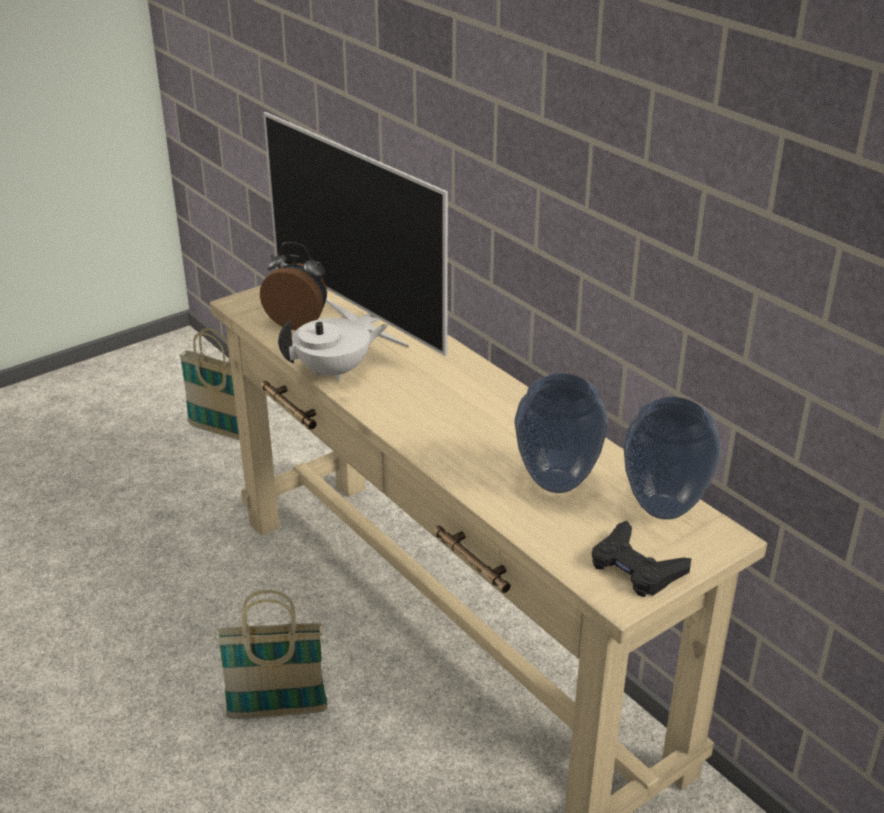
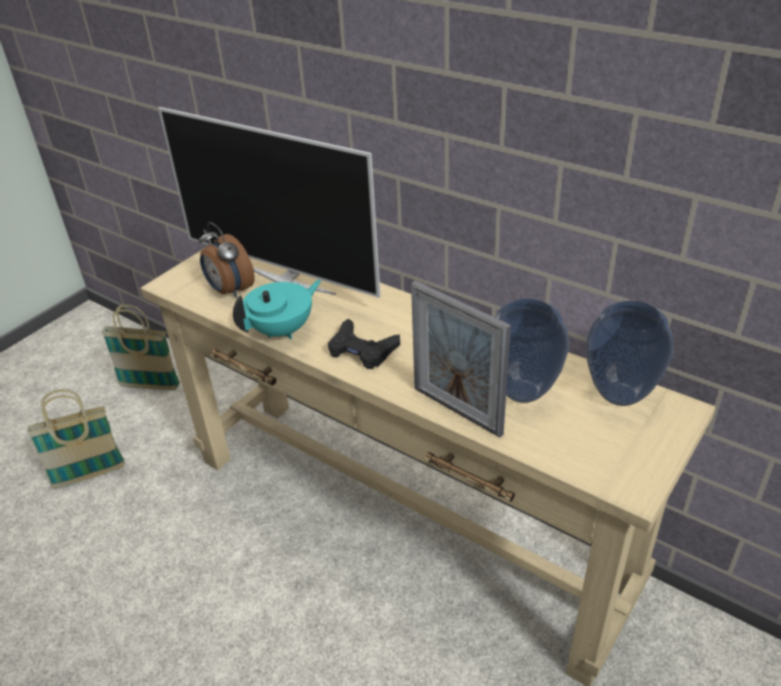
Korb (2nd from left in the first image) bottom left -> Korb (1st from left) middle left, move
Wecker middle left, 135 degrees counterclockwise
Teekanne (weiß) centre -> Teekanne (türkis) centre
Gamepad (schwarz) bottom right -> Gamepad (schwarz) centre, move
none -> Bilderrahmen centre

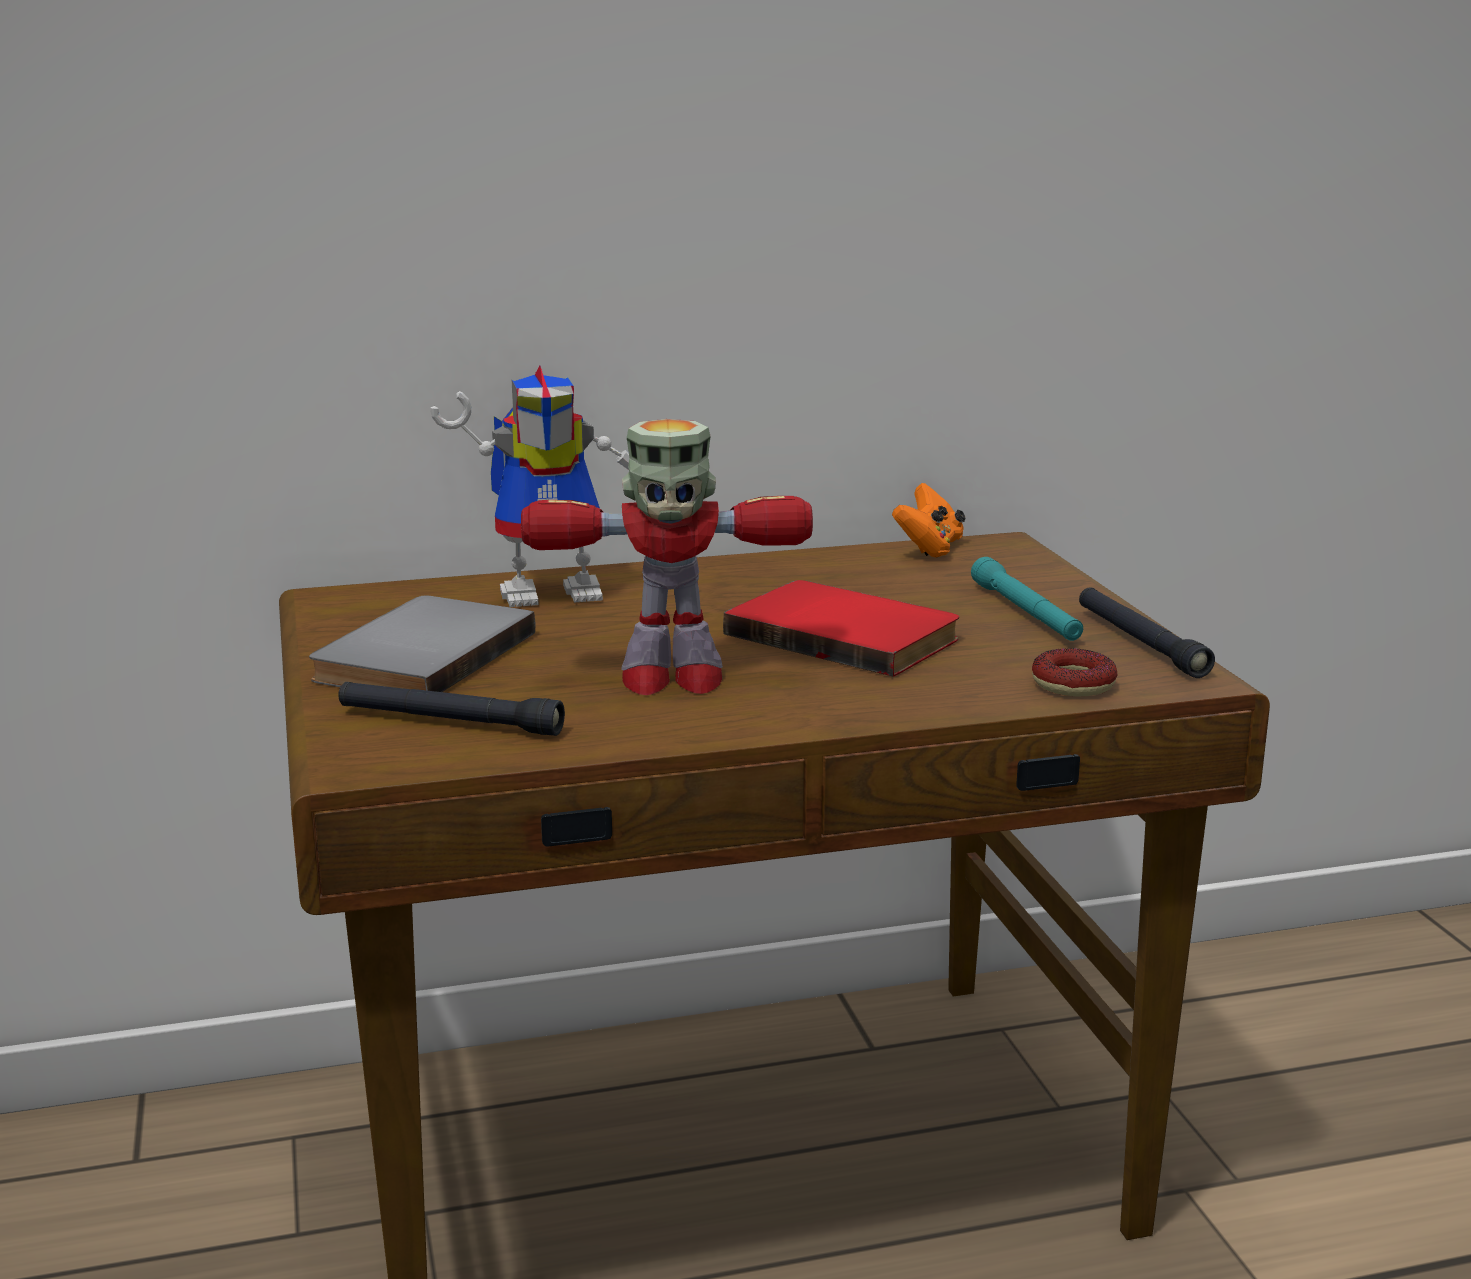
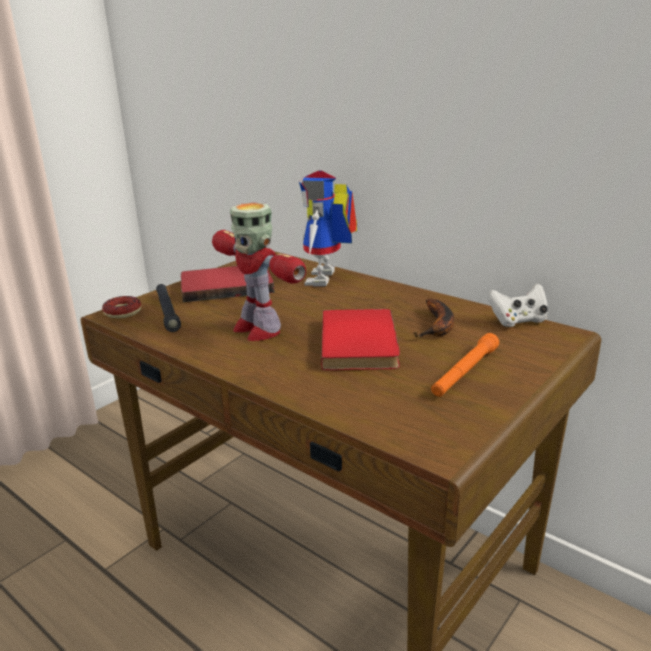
Buch (grau) middle left -> Buch (rot) (1st from left) centre
Spielzeugroboter (1st from left in the first image) centre -> Spielzeugroboter (2nd from left) centre, 60 degrees clockwise
Gamepad (orange) centre -> Gamepad (weiß) middle right
Taschenlampe (türkis) middle right -> Taschenlampe (orange) middle right
Donut middle right -> Donut middle left, move
Taschenlampe (schwarz) (2nd from left) middle right -> none
none -> Banane centre

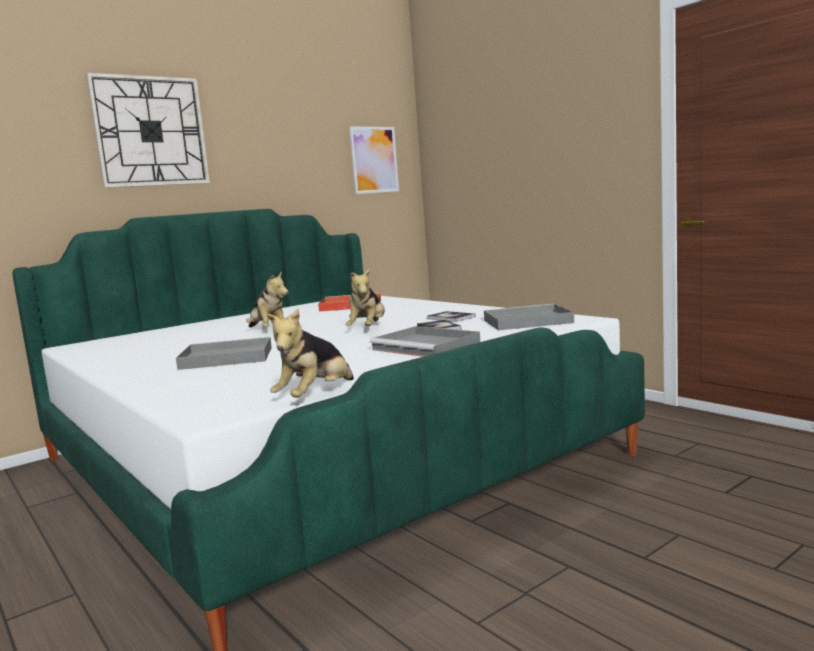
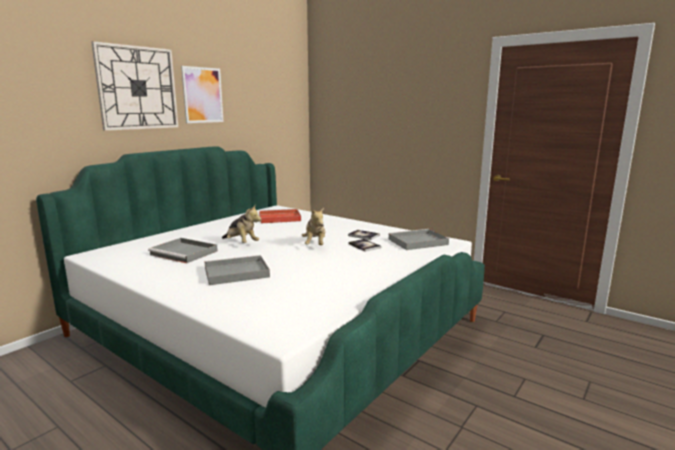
Plüschtier (2nd from left) centre -> none
Bild top centre -> Bild top left, move
Tablett (grau) (2nd from left in the first image) centre -> Tablett (grau) (1st from left) middle left, move

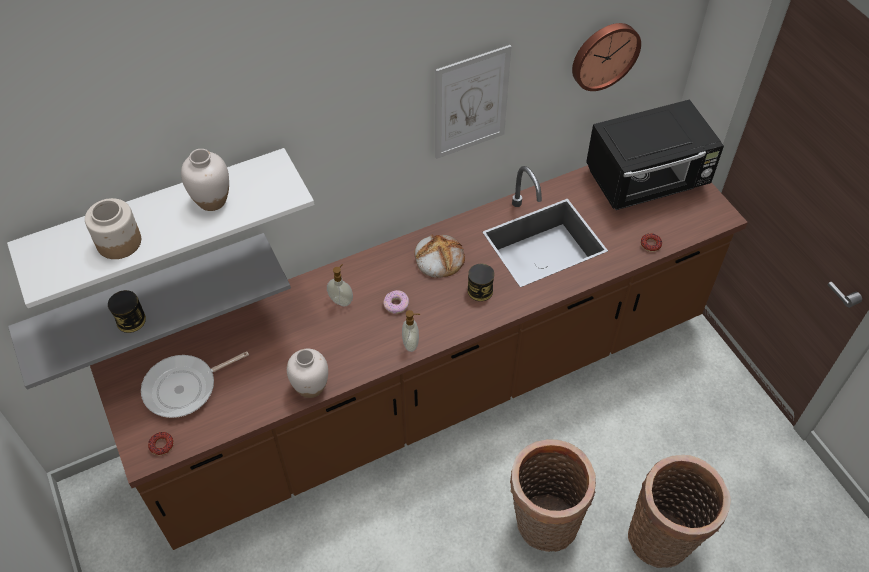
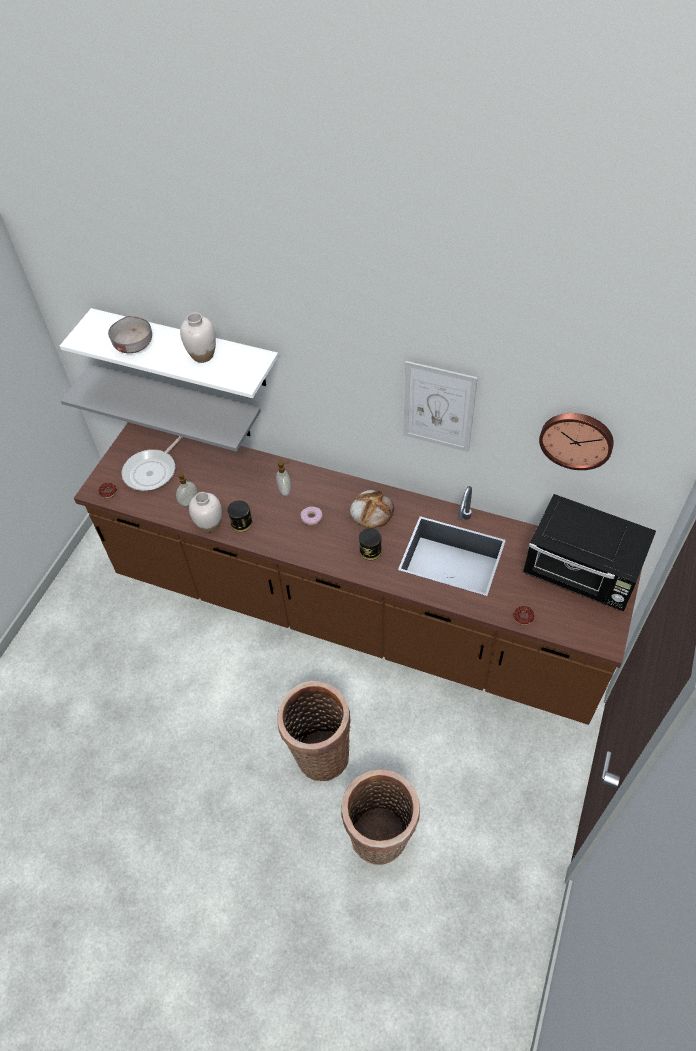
Vorratsglas middle left -> Schüssel (grau) top left
Dose (1st from left) middle left -> Dose (1st from left) centre, move
Pfanne bottom left -> Pfanne middle left, 75 degrees counterclockwise
Seifenspender (2nd from left in the first image) centre -> Seifenspender (1st from left) middle left, move

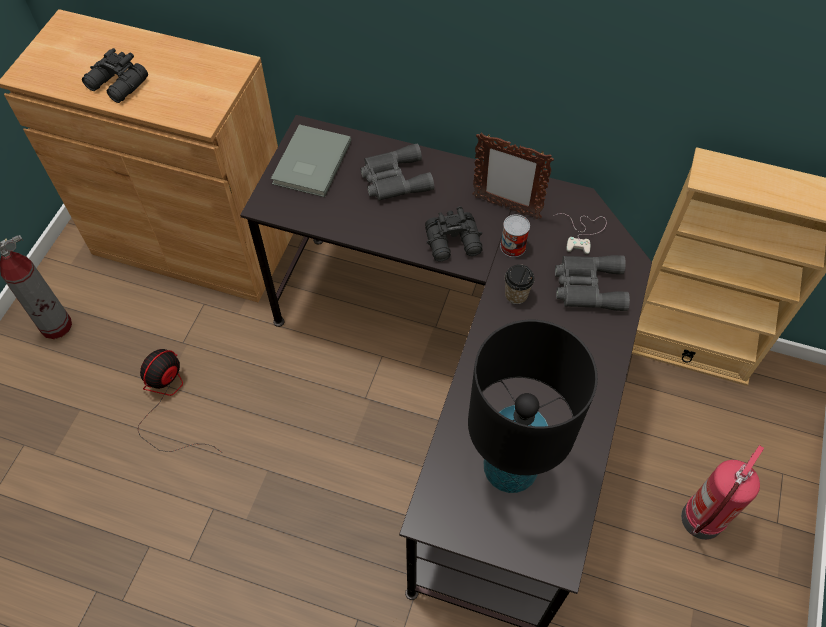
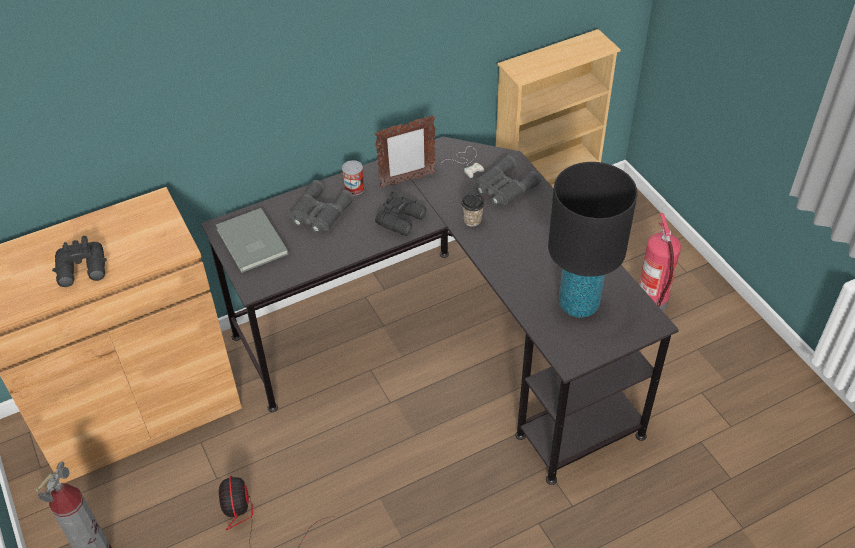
Dose centre -> Dose top centre, move

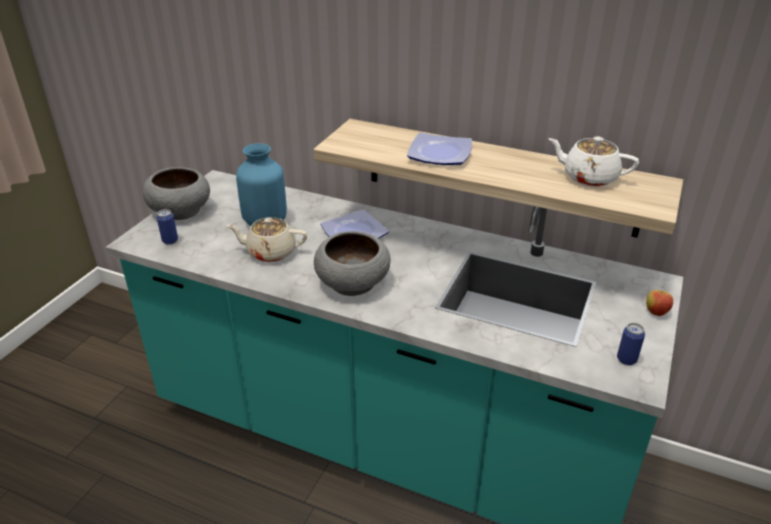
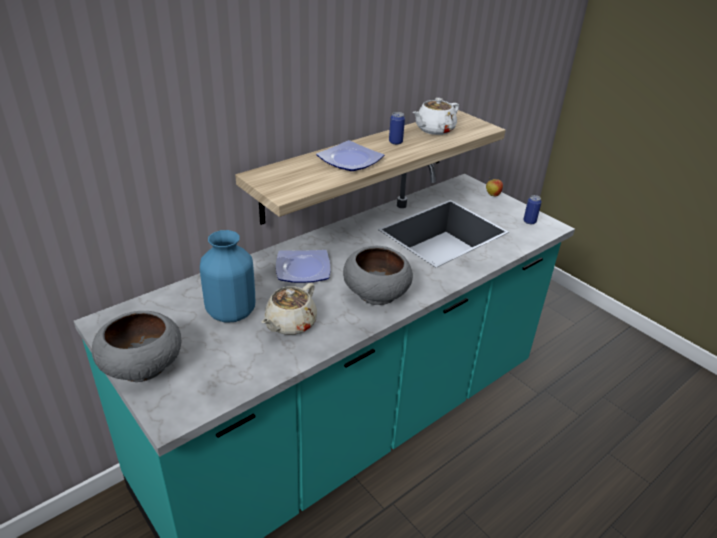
Dose (1st from left) middle left -> Dose (1st from left) top centre, move

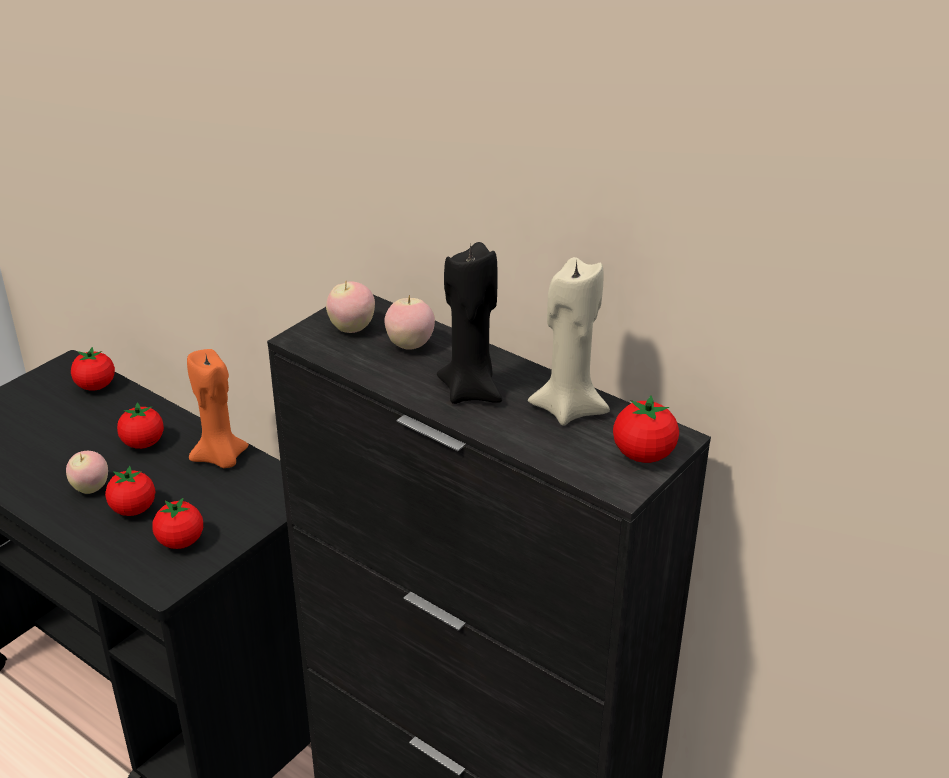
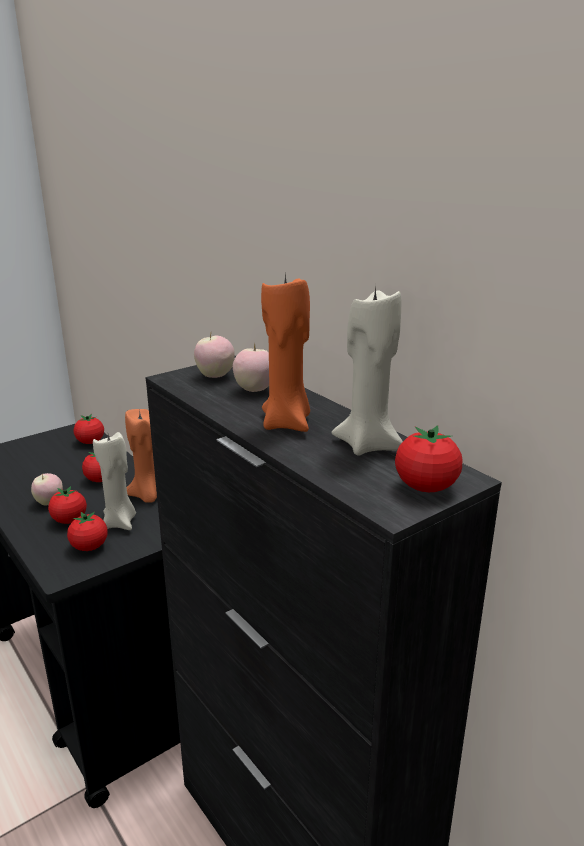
Kerze (schwarz) centre -> Kerze (orange) (2nd from left) centre
none -> Kerze (beige) (1st from left) middle left

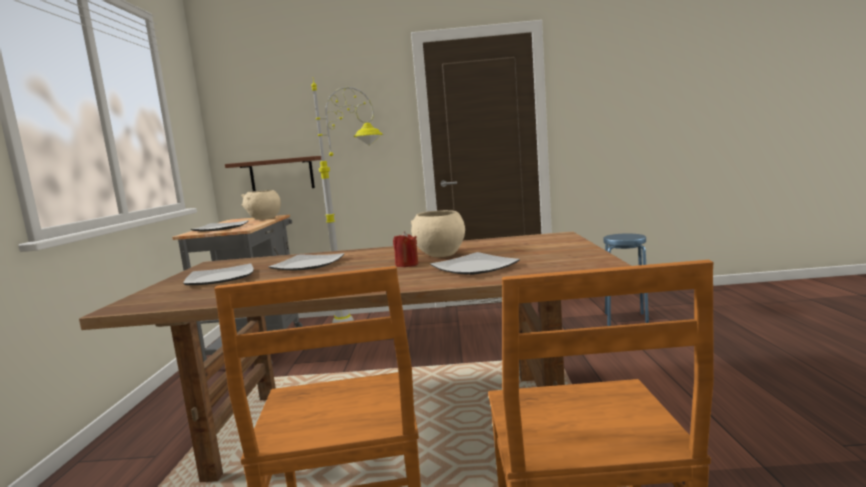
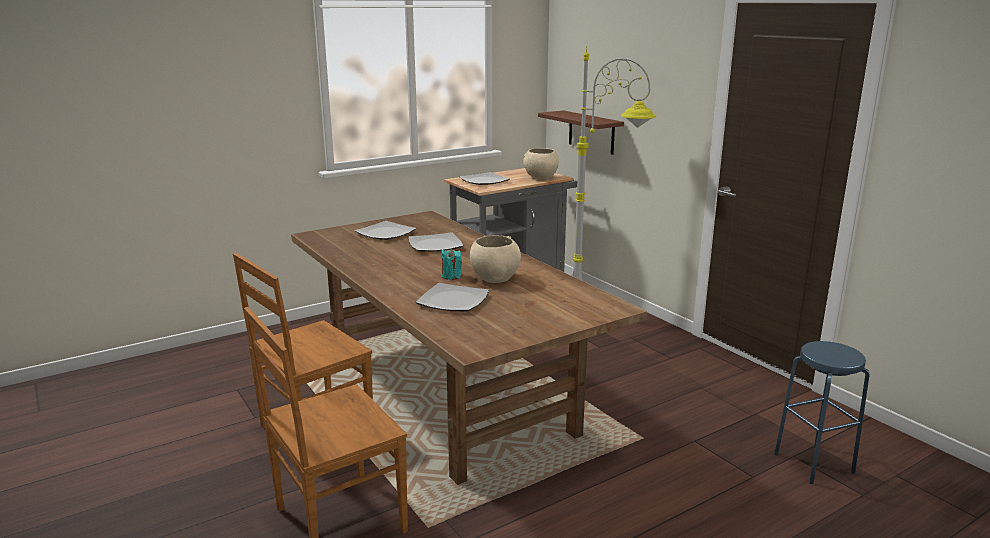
Kerze (rot) centre -> Kerze (türkis) centre

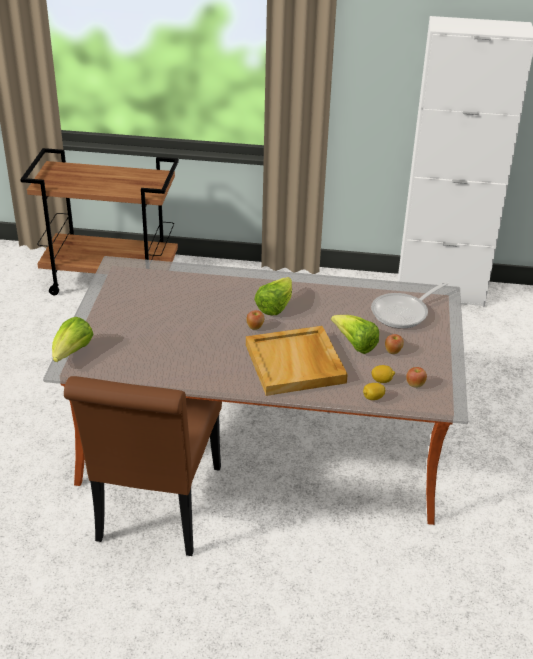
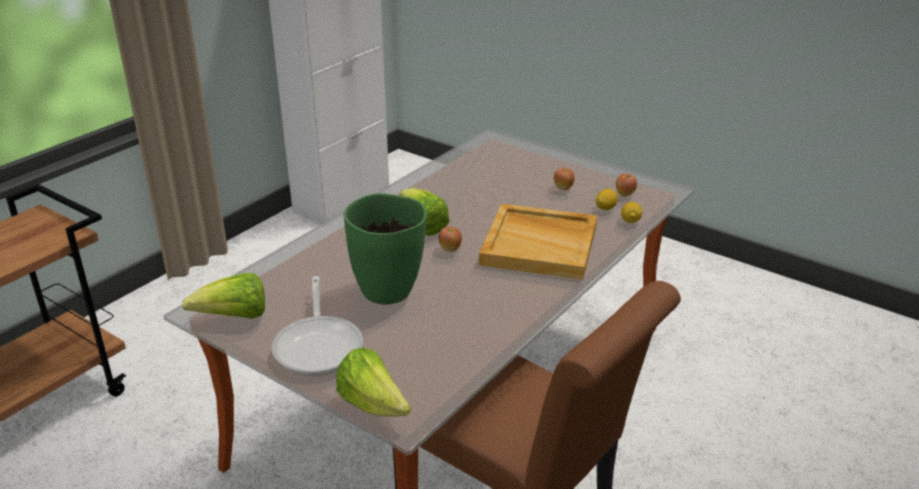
Salatkopf (3rd from left in the first image) centre -> Salatkopf (1st from left) middle left, move
Pfanne middle right -> Pfanne bottom centre, move
none -> Vase (grün) centre

